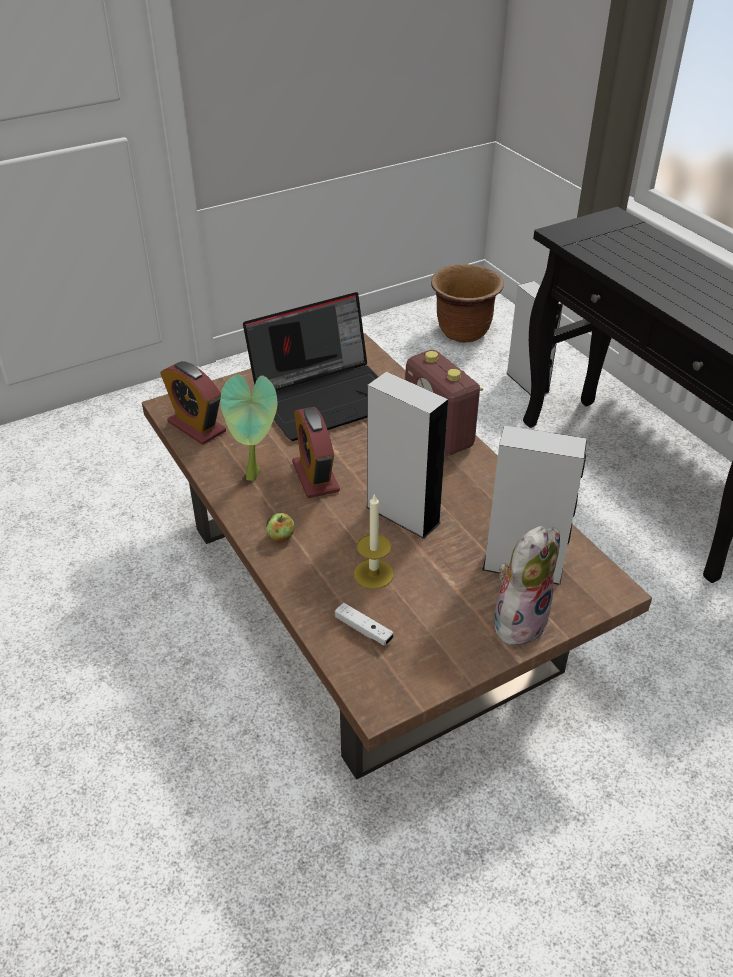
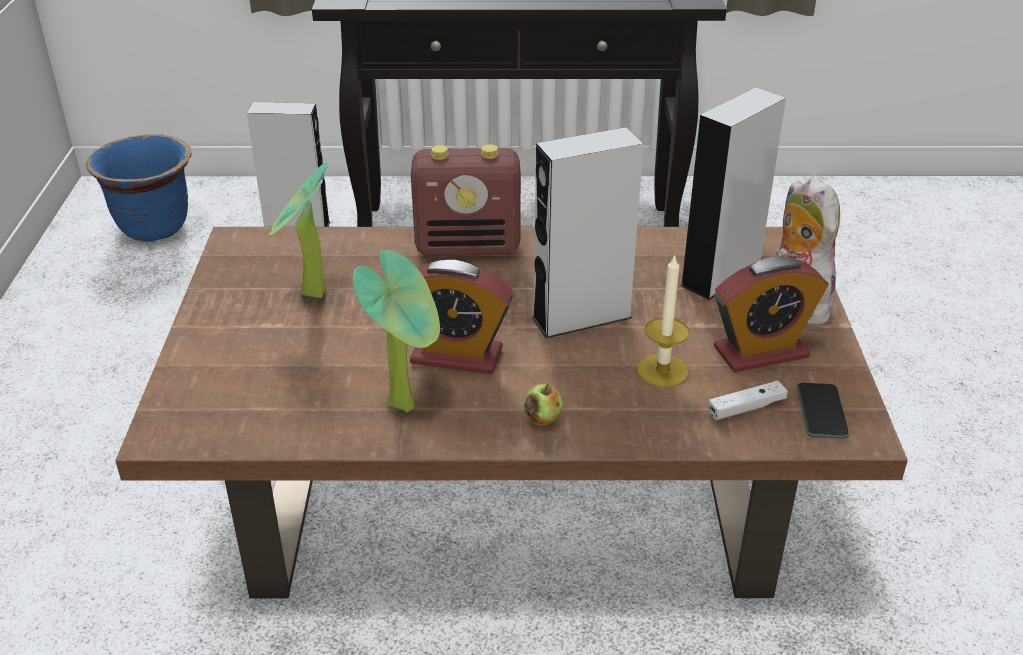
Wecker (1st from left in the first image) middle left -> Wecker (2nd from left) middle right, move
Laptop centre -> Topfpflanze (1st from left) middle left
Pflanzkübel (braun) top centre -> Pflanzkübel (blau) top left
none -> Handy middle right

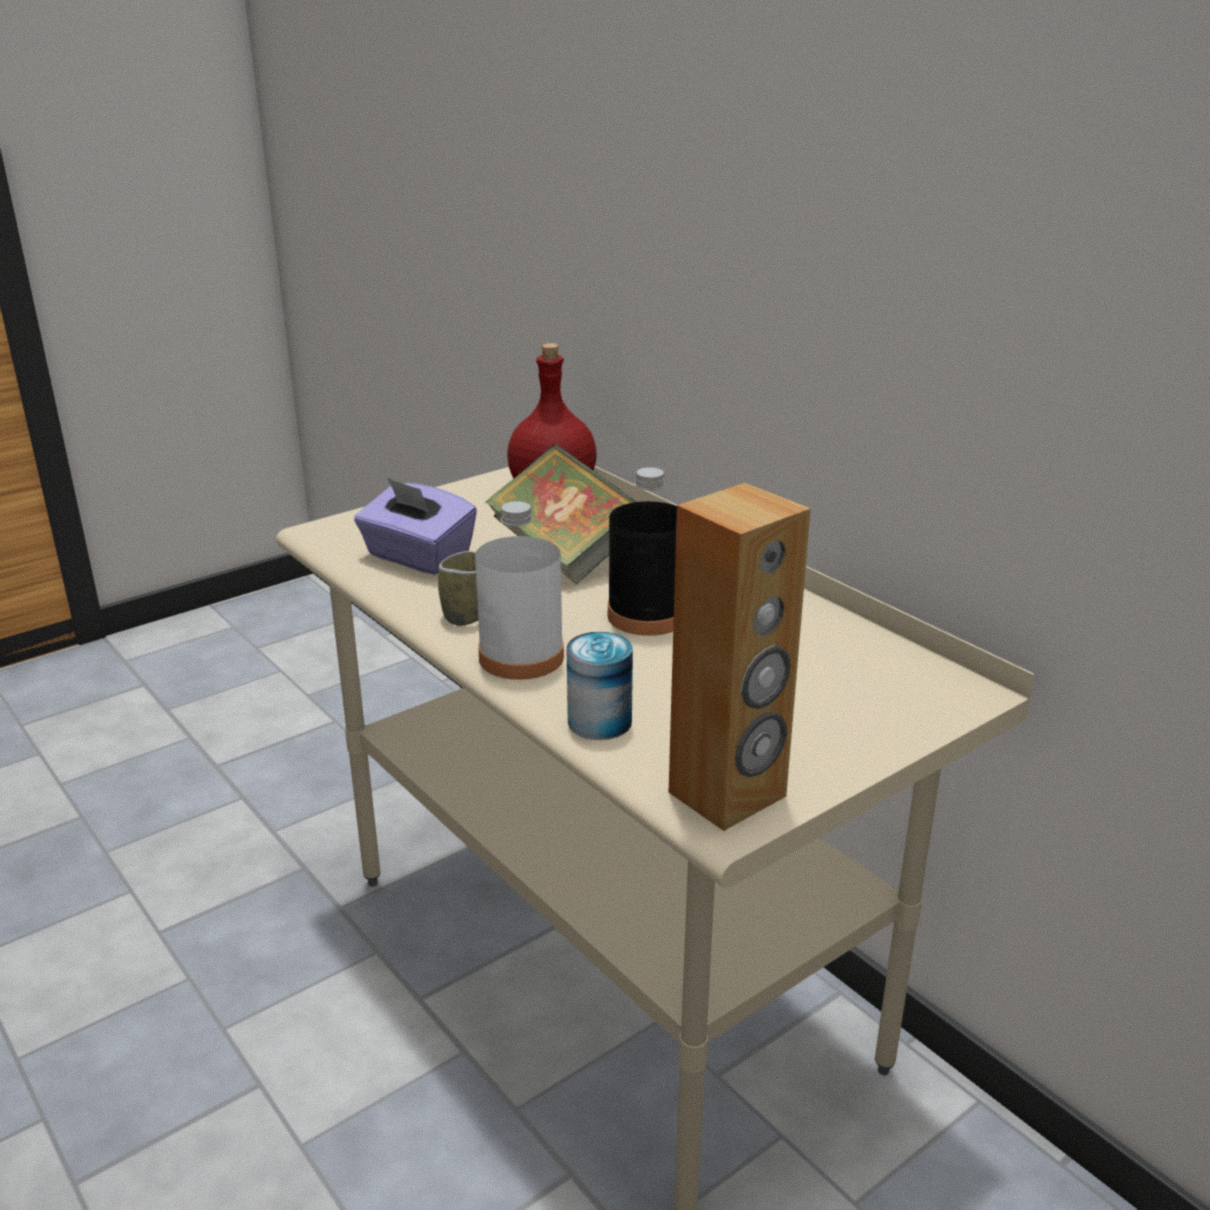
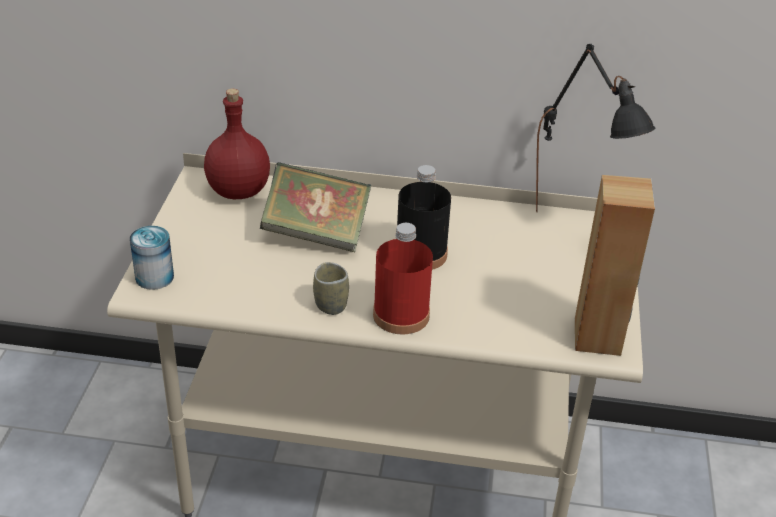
Taschentuchbox (lila) centre -> none
Flasche (weiß) centre -> Flasche (rot) (2nd from left) centre
Dose centre -> Dose middle left, move
none -> Tischlampe (schwarz) top right

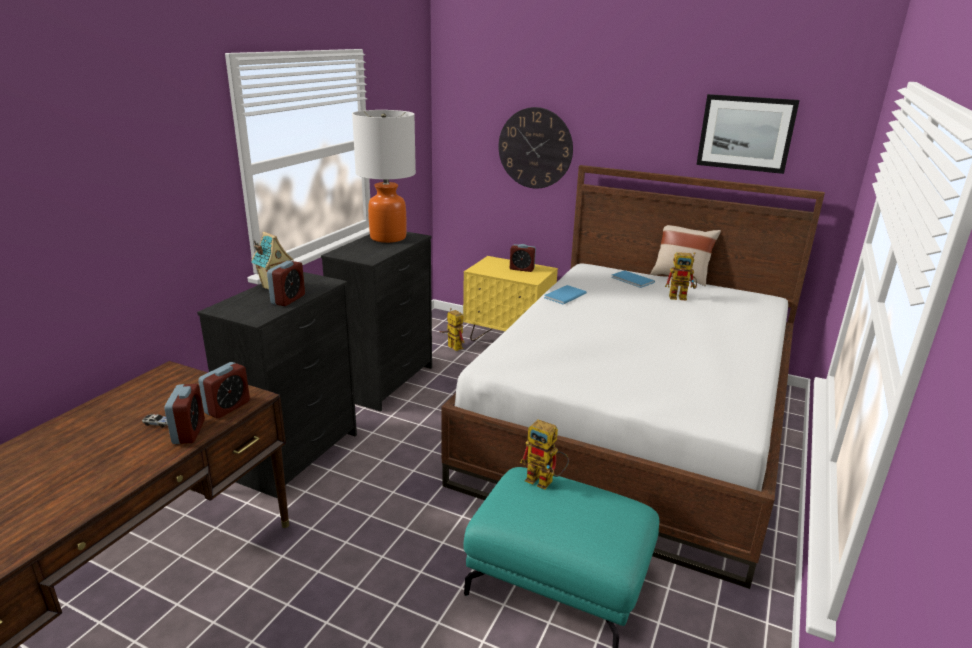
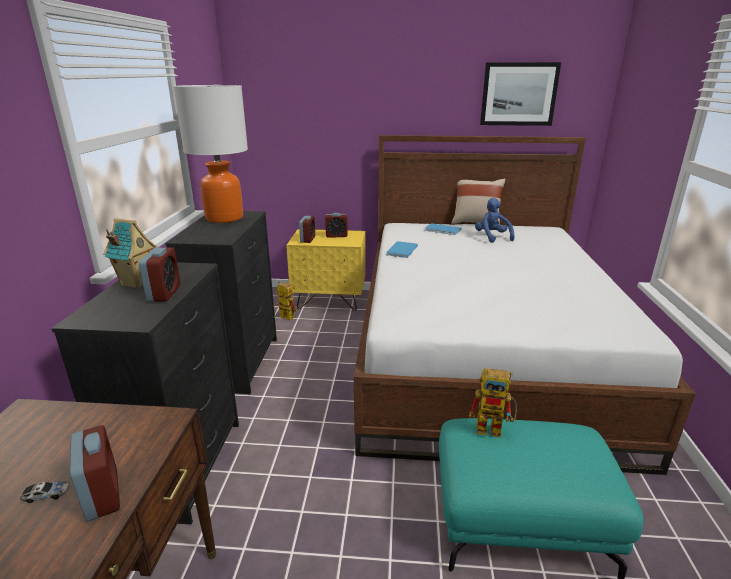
Wecker (2nd from left in the first image) middle left -> Wecker (3rd from left) centre, move
Wanduhr top centre -> none
Spielzeugroboter (3rd from left) middle right -> Plüschtier (blau) middle right

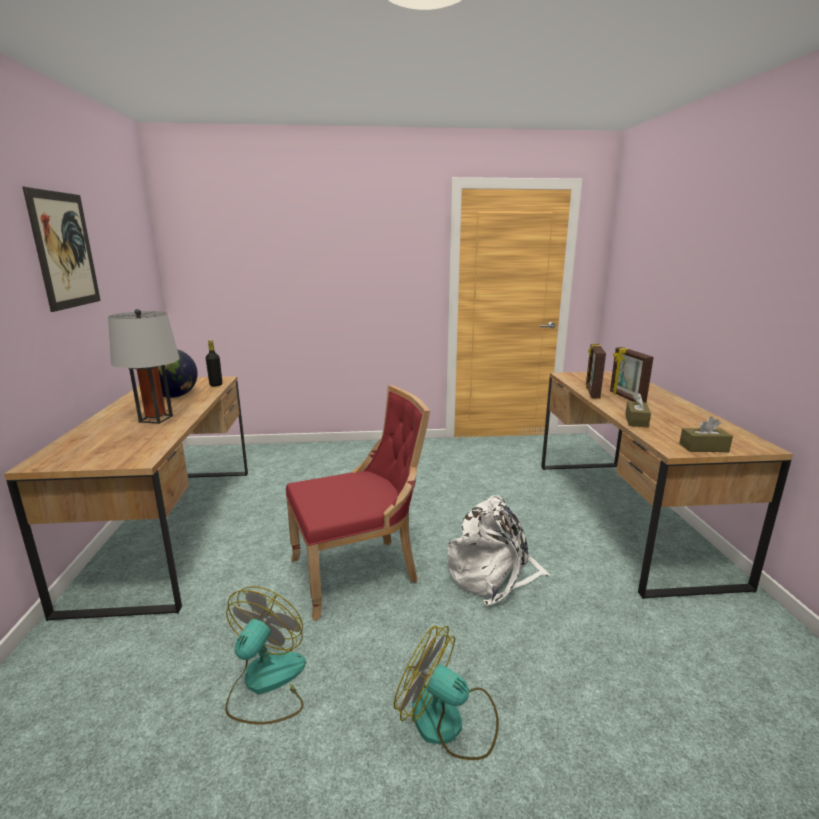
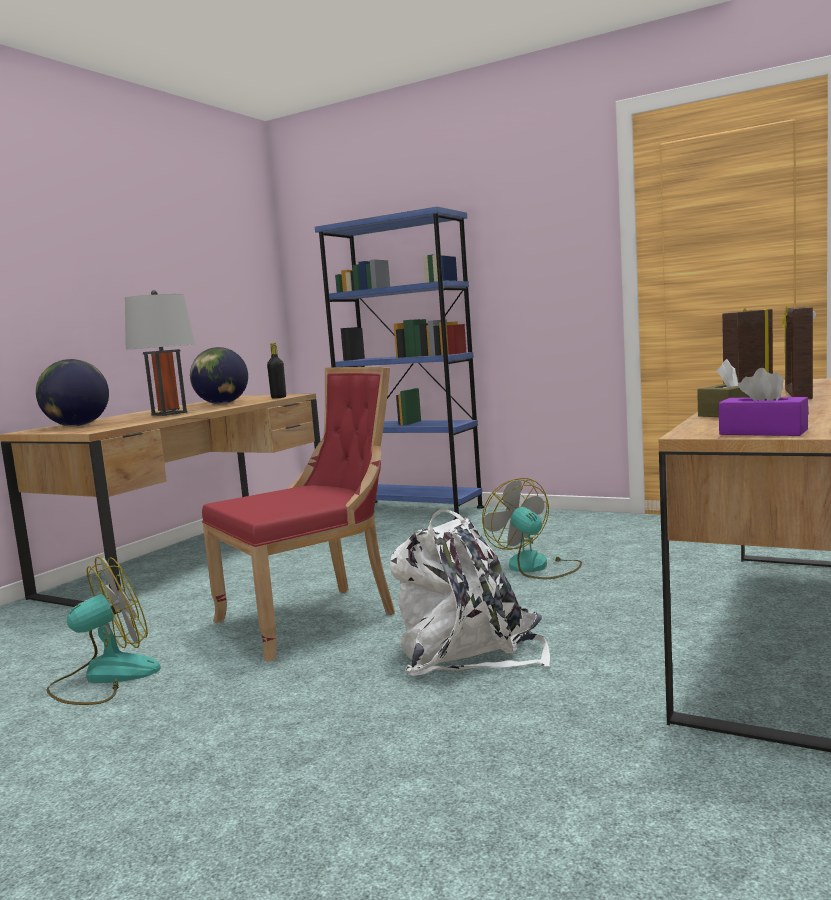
Bild top left -> none
Stuhl (rot) centre, 45 degrees counterclockwise
Ventilator (2nd from left) bottom centre -> Ventilator (2nd from left) centre, move
Taschentuchbox (braun) (2nd from left) middle right -> Taschentuchbox (lila) middle right
none -> Globus (1st from left) middle left
none -> Bücherregal (blau) centre

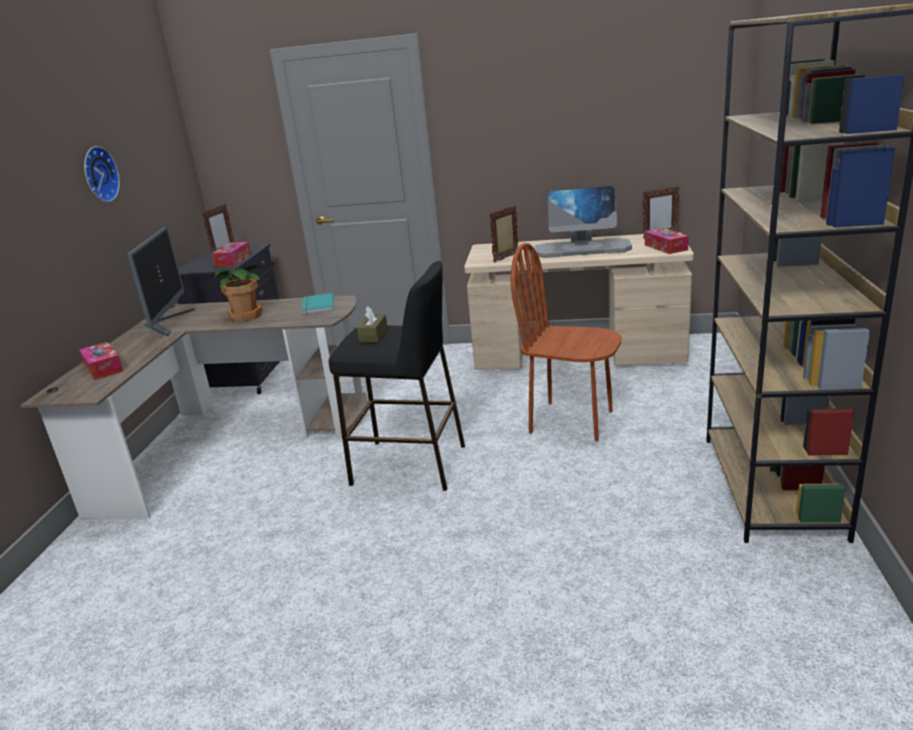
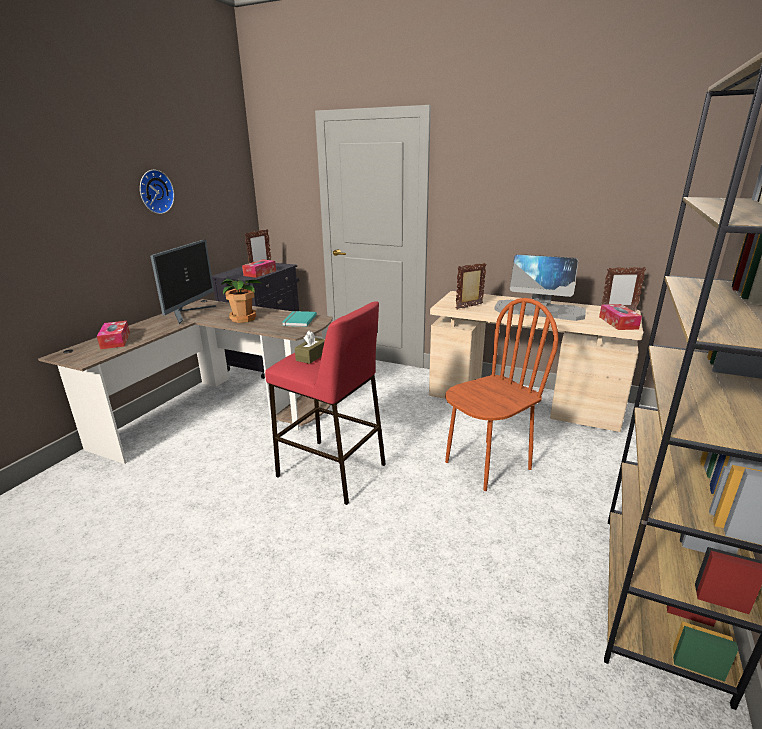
Hocker (schwarz) centre -> Hocker (rot) centre
Stuhl (braun) centre, 105 degrees clockwise

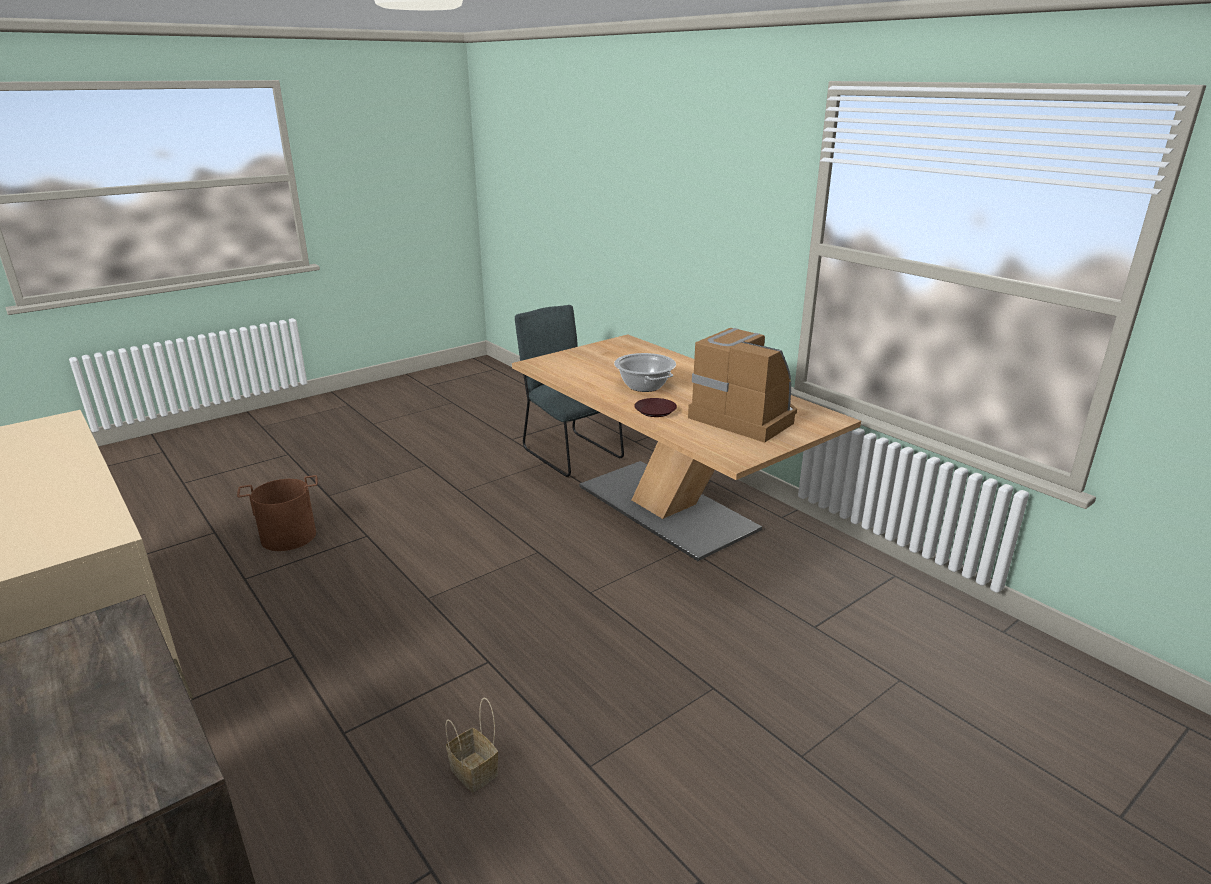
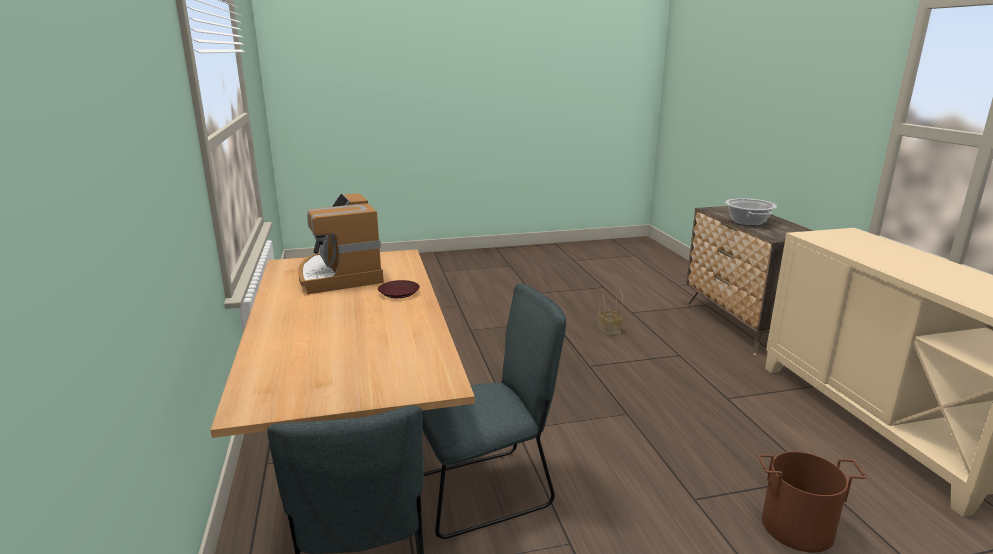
Kochtopf centre -> Kochtopf middle right, move
none -> Stuhl (grau) (2nd from left) bottom centre

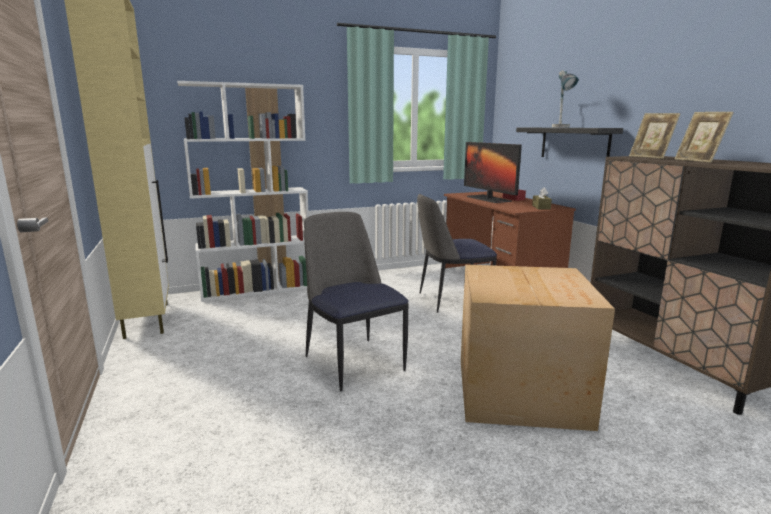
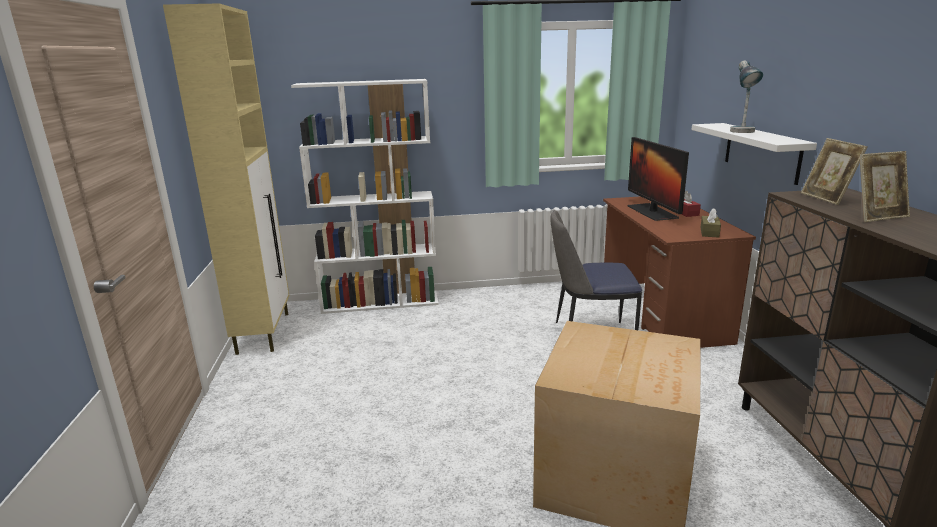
Stuhl (1st from left) centre -> none
Wandregal (schwarz) top right -> Wandregal (weiß) top right
Bilderrahmen (2nd from left) top right -> Bilderrahmen (2nd from left) middle right, 105 degrees counterclockwise

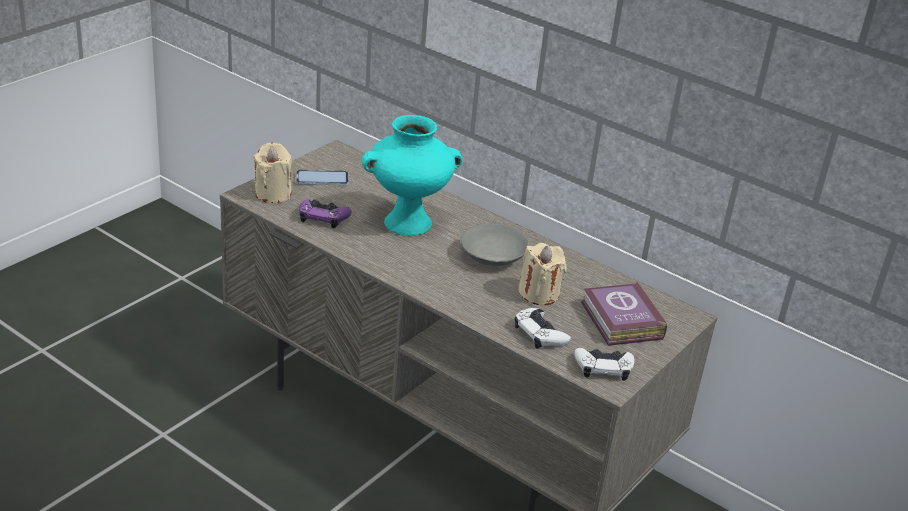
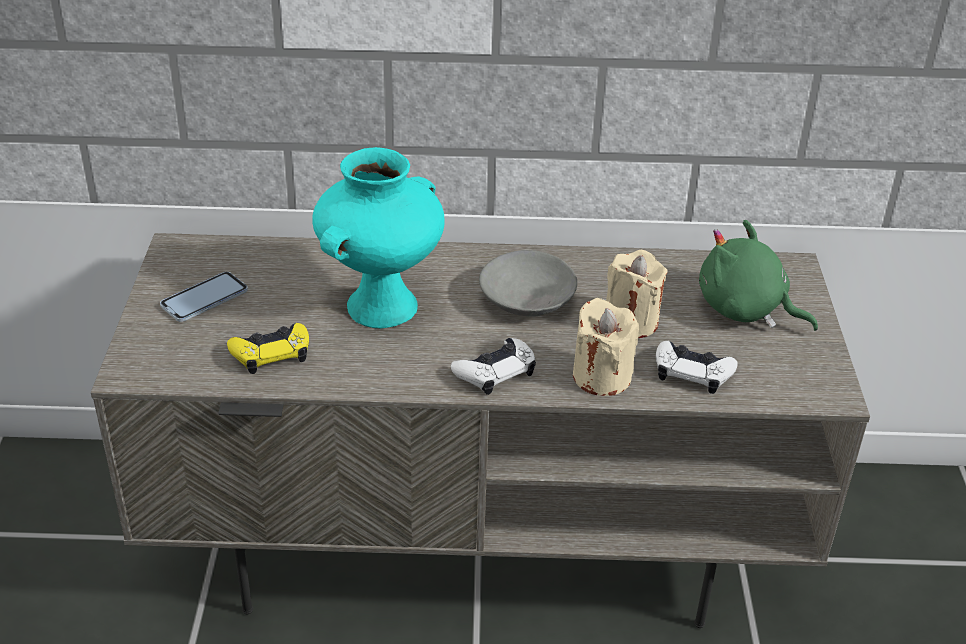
Kerze (beige) (1st from left) middle left -> Kerze (beige) (1st from left) centre, move
Gamepad (lila) centre -> Gamepad (gelb) middle left
Gamepad (weiß) (2nd from left in the first image) bottom centre -> Gamepad (weiß) (1st from left) centre, move
Buch middle right -> Plüschtier (grün) middle right

